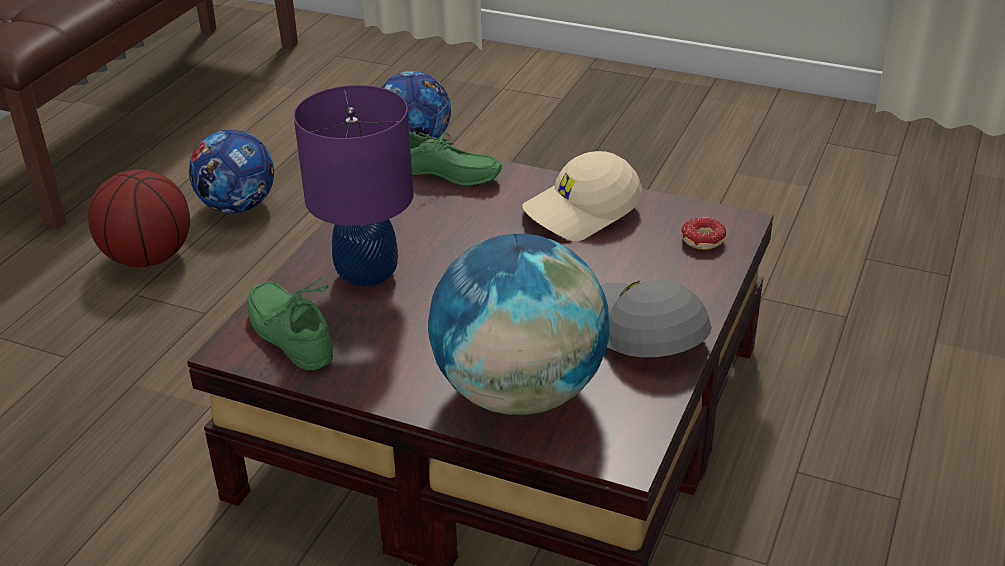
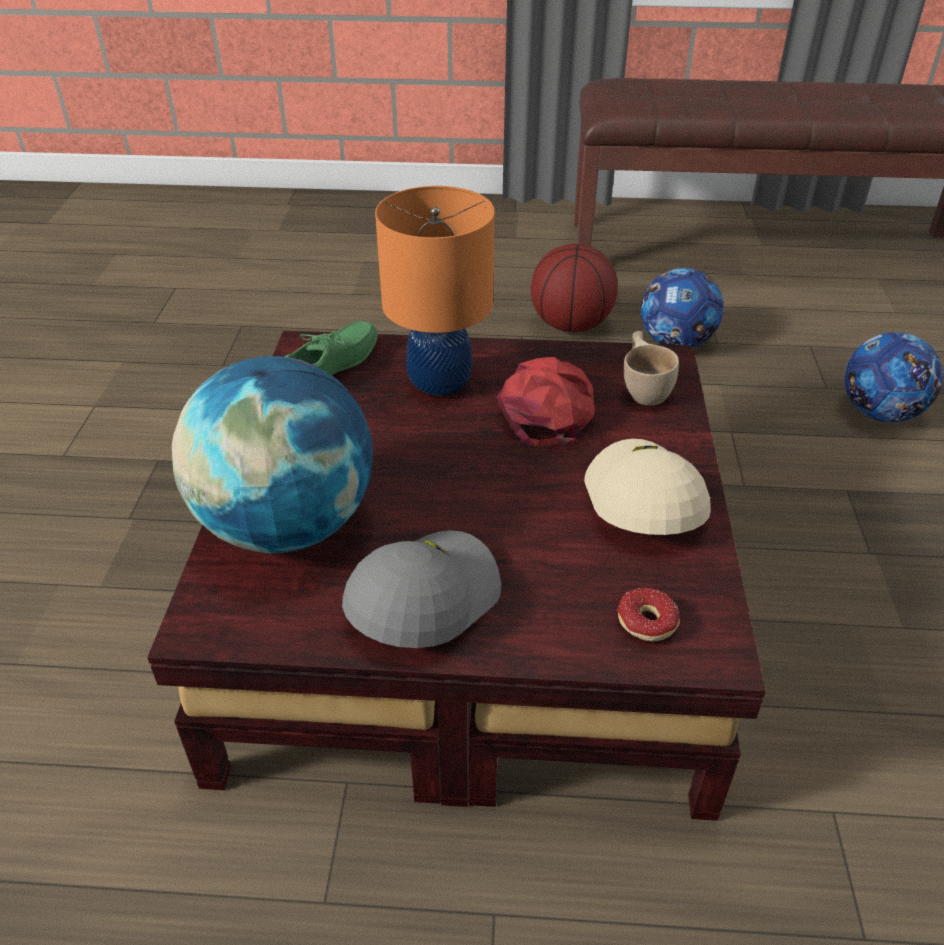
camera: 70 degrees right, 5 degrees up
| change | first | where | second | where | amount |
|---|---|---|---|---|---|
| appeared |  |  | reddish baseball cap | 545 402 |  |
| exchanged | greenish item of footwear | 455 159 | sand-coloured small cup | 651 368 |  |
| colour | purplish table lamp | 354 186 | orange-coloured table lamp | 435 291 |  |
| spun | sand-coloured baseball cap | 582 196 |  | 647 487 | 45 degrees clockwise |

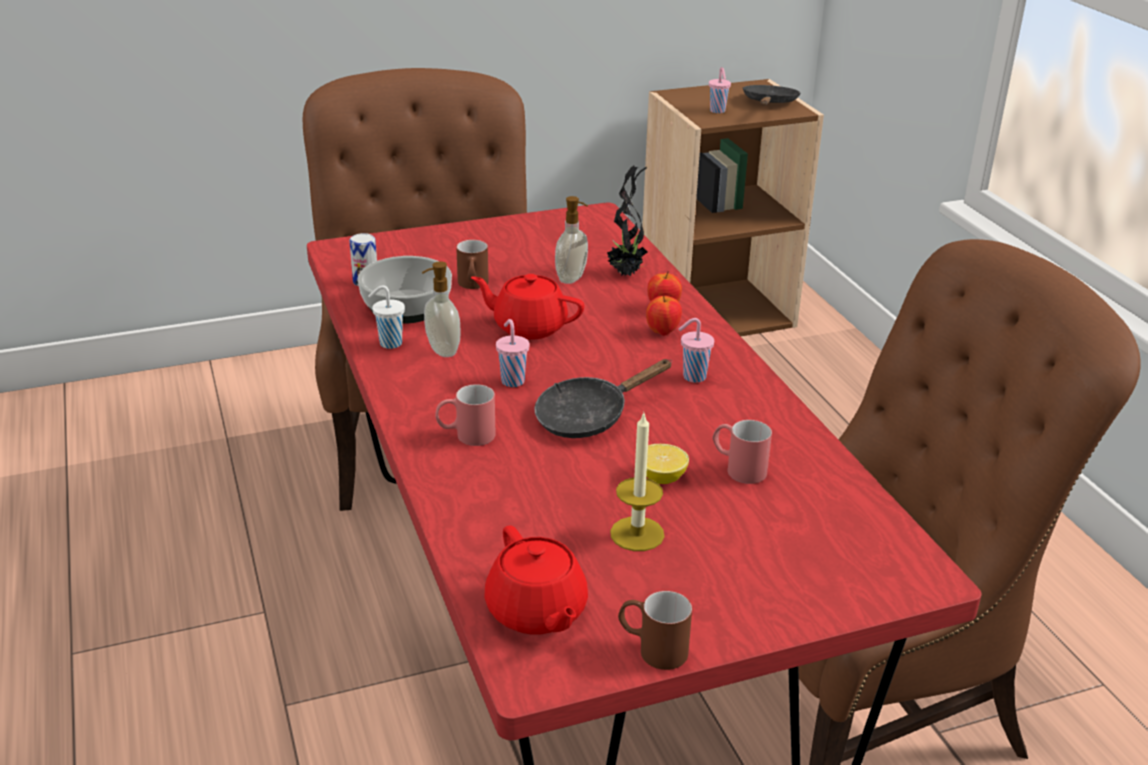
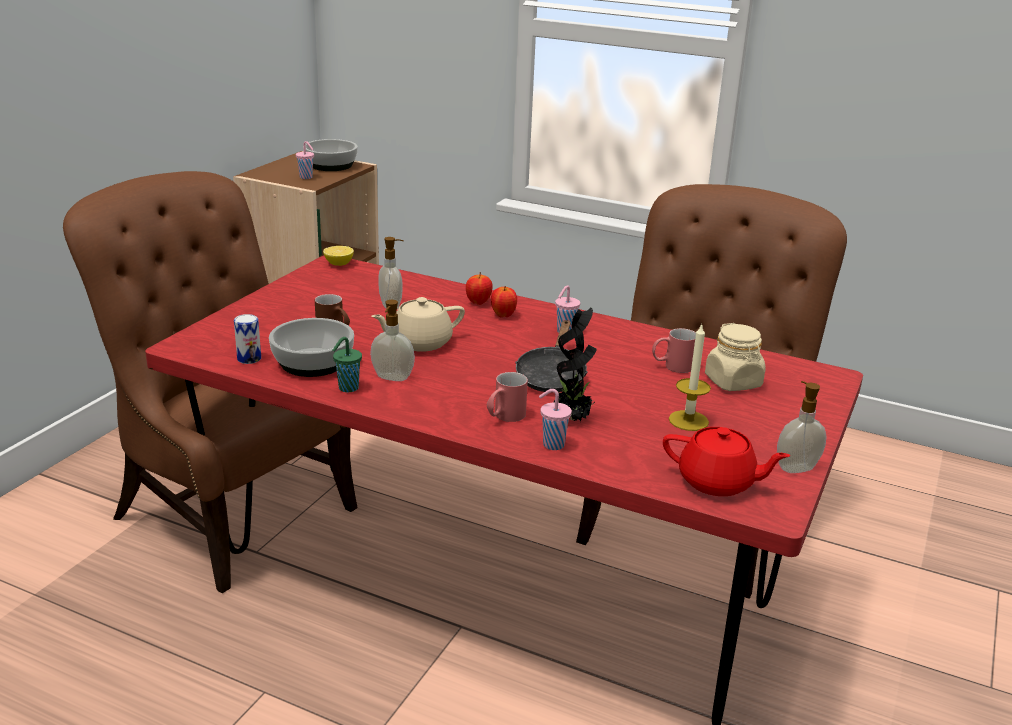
camera: 45 degrees left, 5 degrees down
| change | first | where | second | where | amount |
|---|---|---|---|---|---|
| appeared |  |  | sand-coloured preserve jar | 735 357 |  |
| relocated | pinkish small cup | 513 353 |  | 555 419 |  |
| relocated | houseplant | 627 220 |  | 575 365 |  |
| relocated | citrus fruit | 667 464 |  | 338 256 |  |
| exchanged | brown-coloured coffee mug | 655 630 | soap dispenser | 802 427 |  |
| exchanged | black-coloured pan | 771 95 | serving bowl | 330 155 |  |
| colour | white-coloured small cup | 386 317 | greenish small cup | 347 365 |  |
| colour | reddish pot for tea | 527 307 | sand-coloured pot for tea | 418 324 |  |

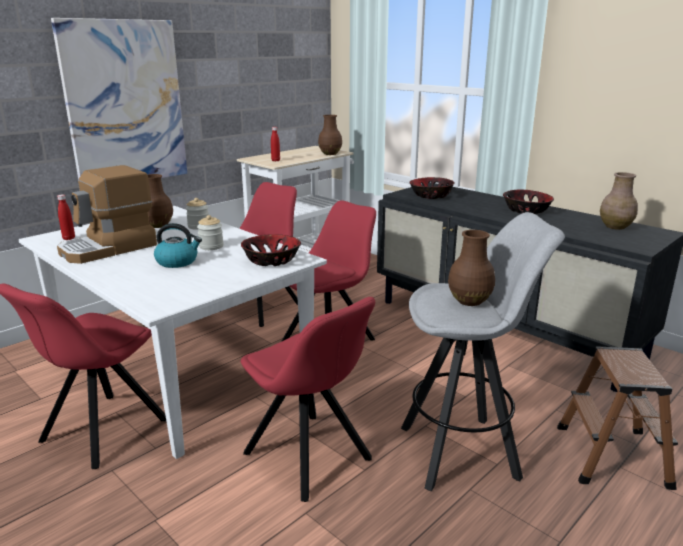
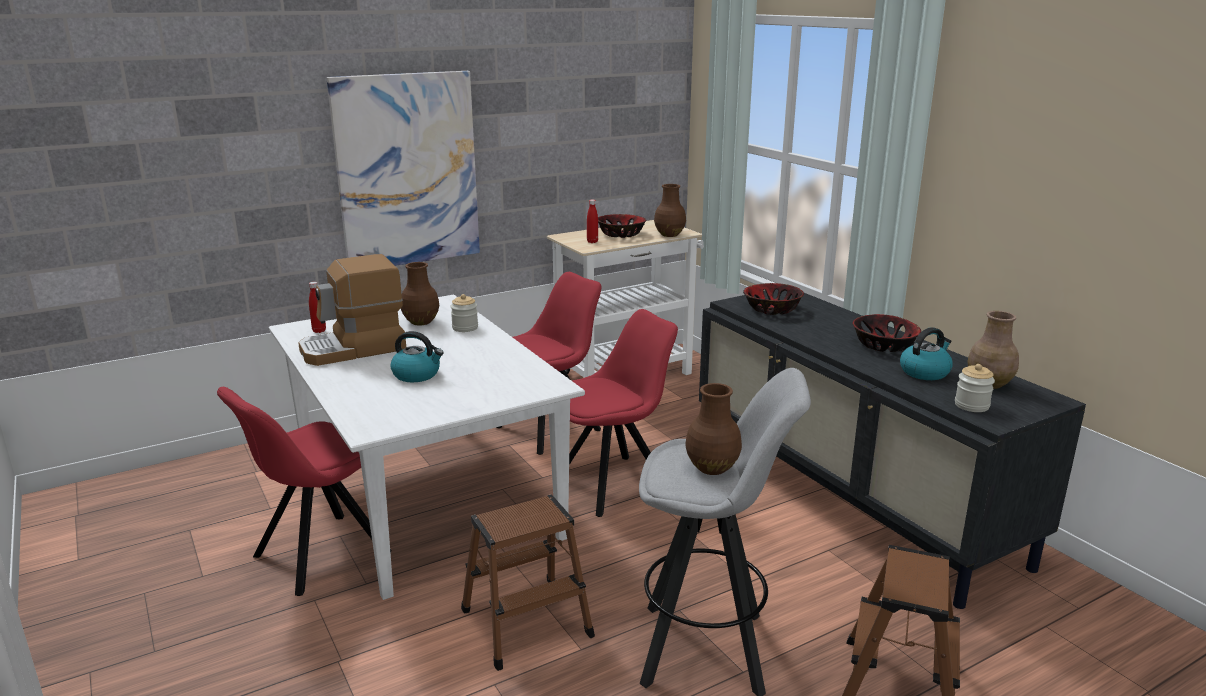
camera: 15 degrees right, 0 degrees up
| change | first | where | second | where | amount |
|---|---|---|---|---|---|
| appeared |  |  | water kettle | 926 353 |  |
| relocated | preserve jar | 210 232 |  | 975 388 |  |
| relocated | serving bowl | 271 250 |  | 622 226 |  |
| exchanged | reddish upright chair | 307 399 | brown-coloured step stool | 528 582 |  |

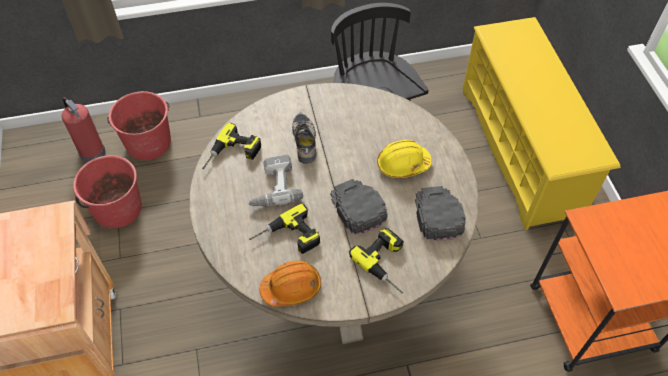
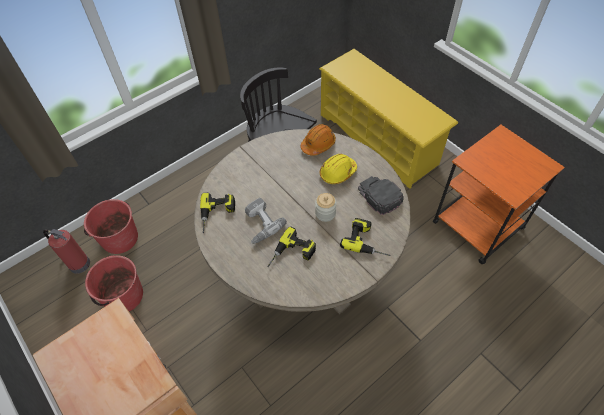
camera: 25 degrees left, 0 degrees up
| change | first | where | second | where | amount |
|---|---|---|---|---|---|
| missing | item of footwear | 304 138 |  |  |  |
| relocated | orange-coloured work helmet | 290 284 |  | 318 140 |  |
| exchanged | black-coloured baseball cap | 359 207 | preserve jar | 326 207 |  |

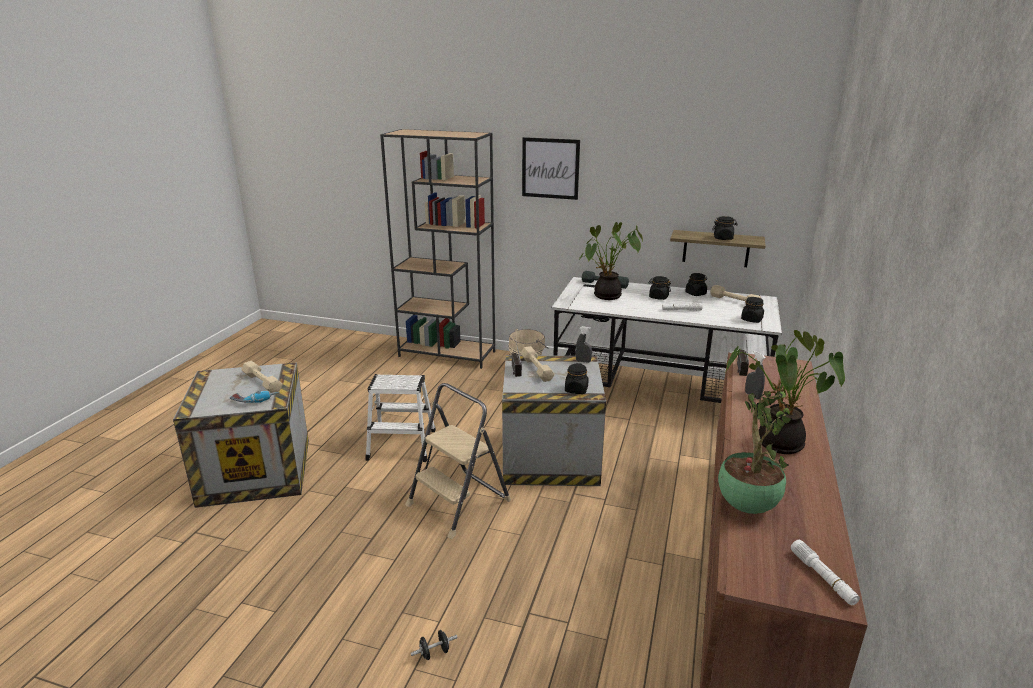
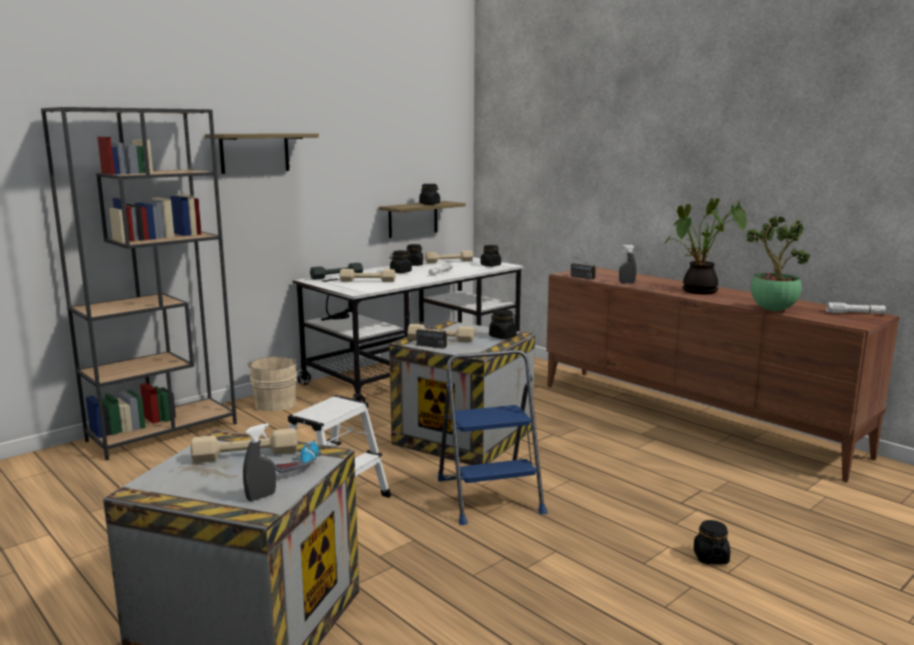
camera: 60 degrees left, 10 degrees down
| change | first | where | second | where | amount |
|---|---|---|---|---|---|
| relocated | gray spray bottle | 583 344 |  | 259 462 |  |
| exchanged | black-coloured hand weight | 434 645 | black-coloured preserve jar | 711 542 |  |
| exchanged | wall art | 551 168 | bracket shelf | 262 153 |  |
| exchanged | houseplant | 610 261 | sand-coloured hand weight | 367 275 |  |
| colour | sand-coloured step stool | 458 461 | blue step stool | 493 437 |  |

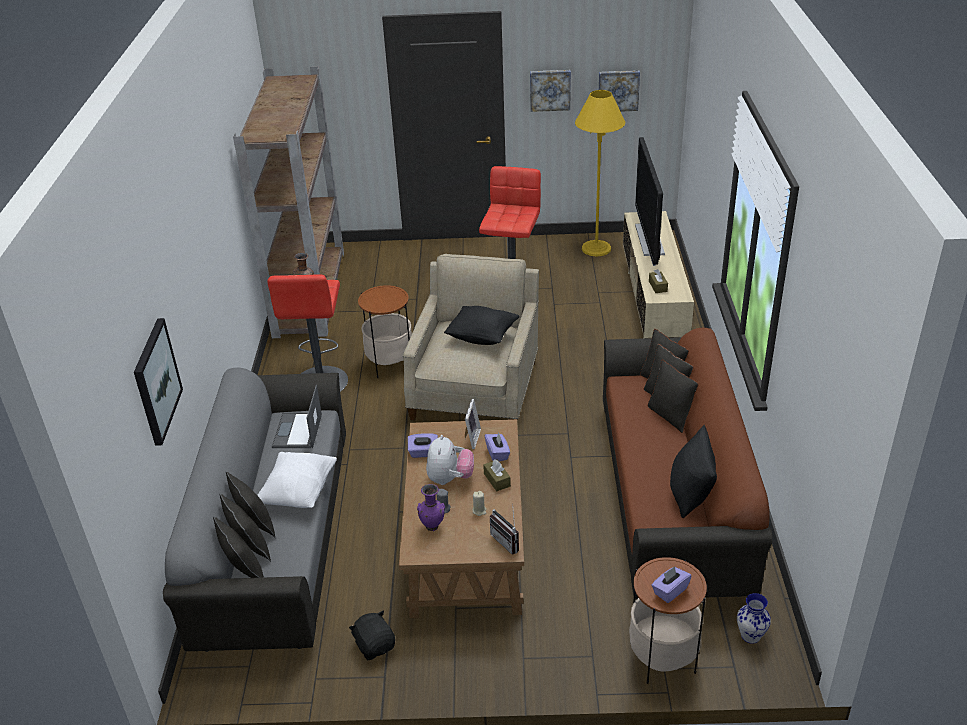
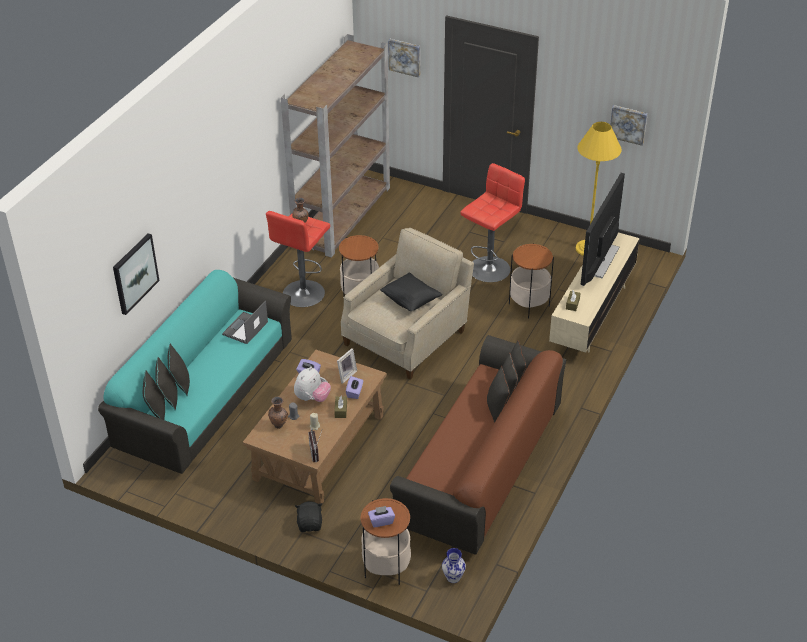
camera: 25 degrees right, 5 degrees up
| change | first | where | second | where | amount |
|---|---|---|---|---|---|
| missing | white-coloured cushion | 297 480 |  |  |  |
| missing | black-coloured cushion | 693 471 |  |  |  |
| appeared |  |  | end table | 531 281 |  |
| relocated | black-coloured plush toy | 372 635 |  | 308 516 |  |
| relocated | wall art | 550 91 |  | 404 58 |  |
| colour | gray settee | 254 510 | blue-green settee | 195 372 |  |
| colour | purplish vase | 431 507 | brown-coloured vase | 278 413 |  |

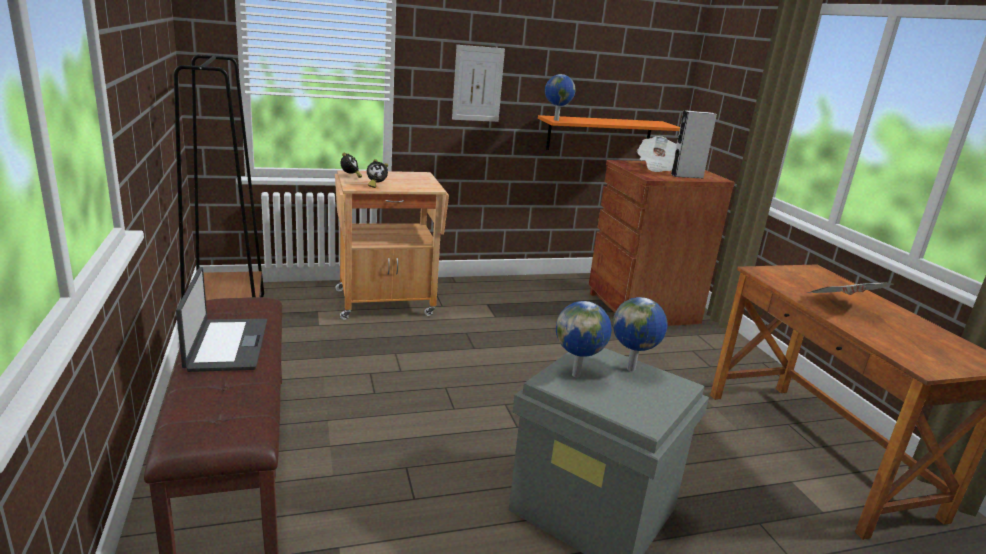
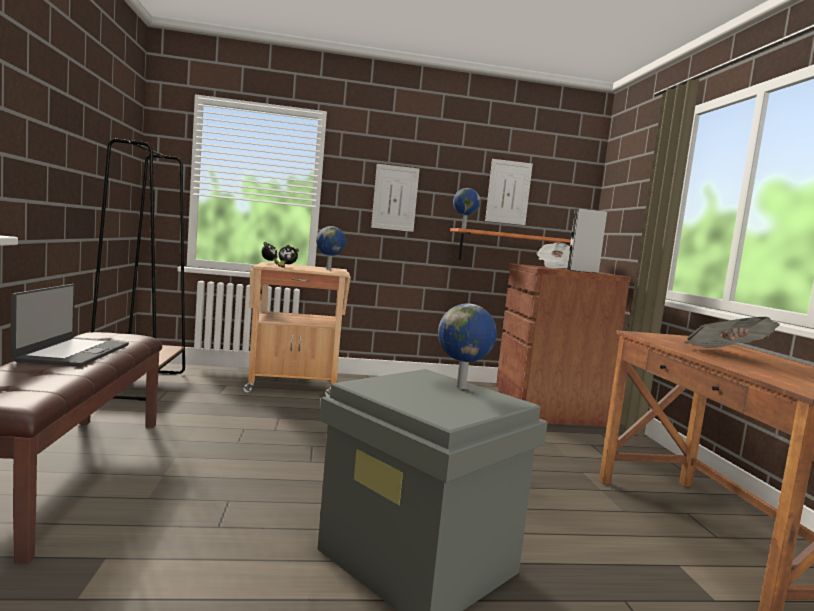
camera: 10 degrees right, 15 degrees down
| change | first | where | second | where | amount |
|---|---|---|---|---|---|
| appeared |  |  | wall art | 509 192 |  |
| relocated | desk globe | 583 339 |  | 331 248 |  |

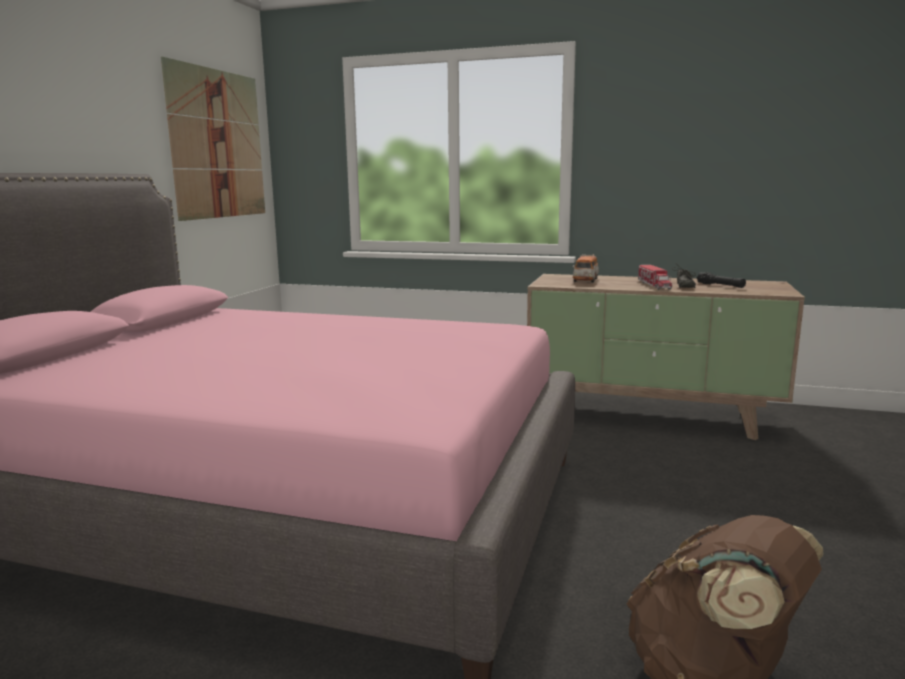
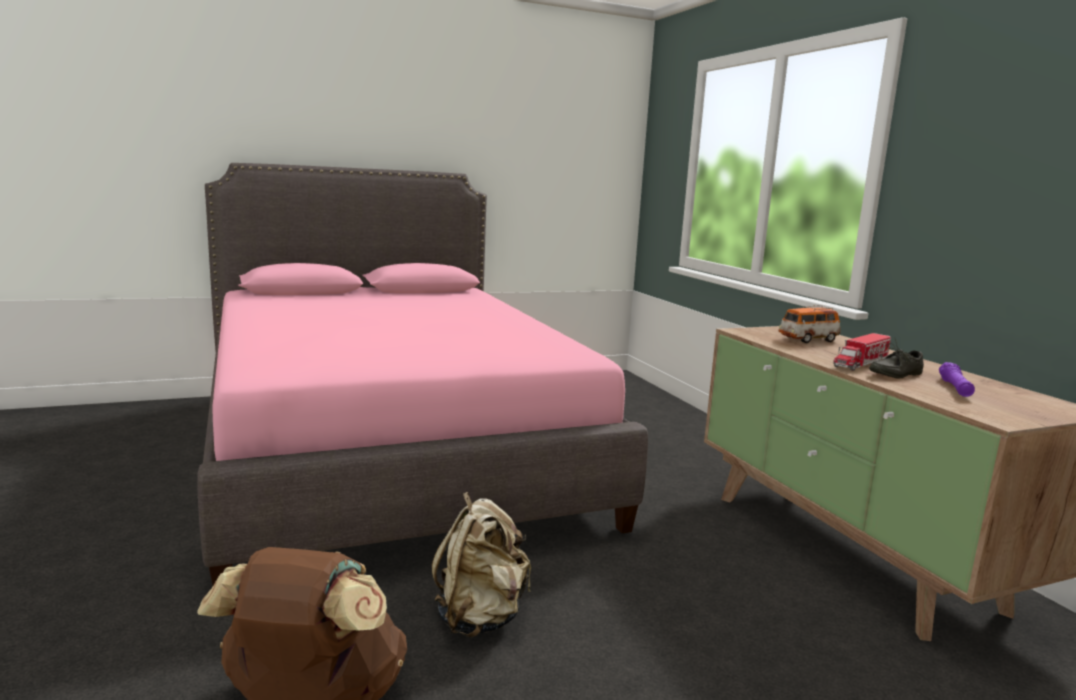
camera: 50 degrees right, 0 degrees up
| change | first | where | second | where | amount |
|---|---|---|---|---|---|
| missing | wall art | 213 139 |  |  |  |
| appeared |  |  | sand-coloured backpack | 481 565 |  |
| colour | black-coloured hand torch | 721 280 | purplish hand torch | 957 379 |  |

